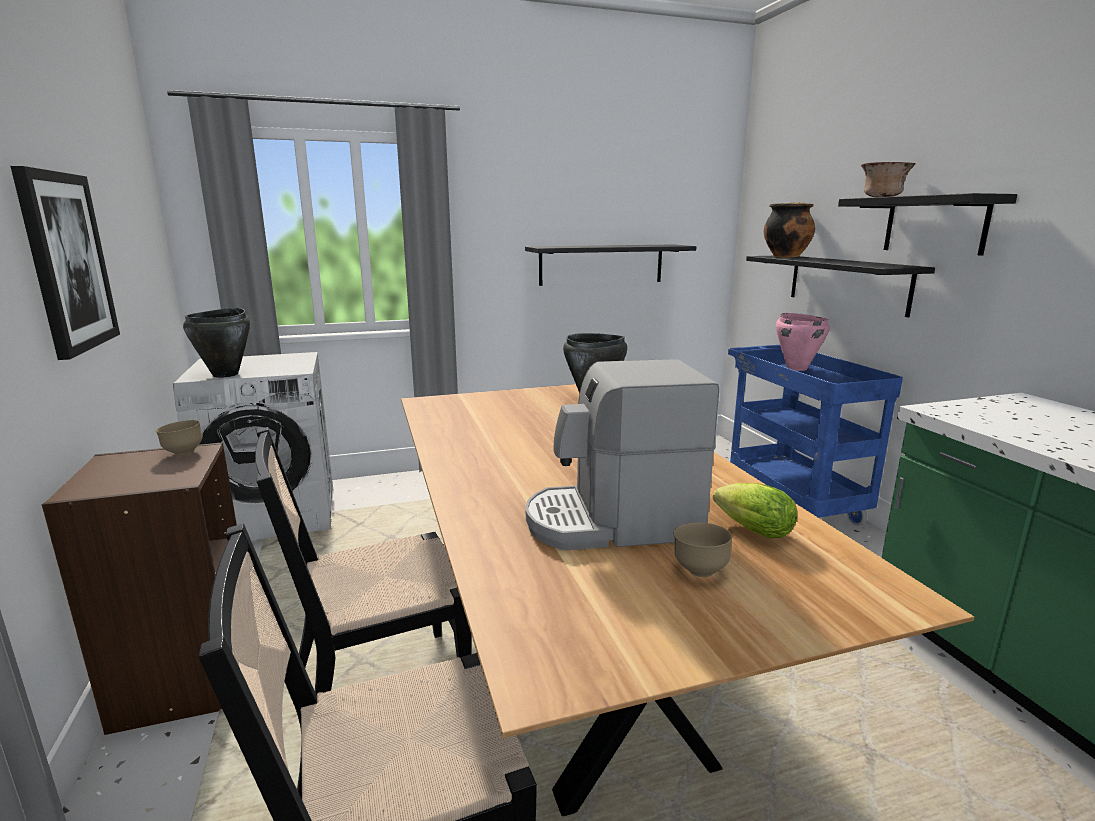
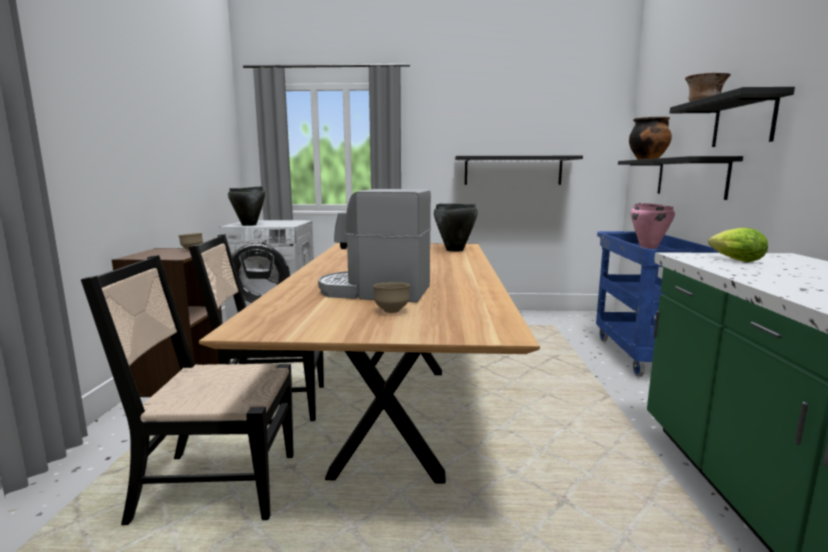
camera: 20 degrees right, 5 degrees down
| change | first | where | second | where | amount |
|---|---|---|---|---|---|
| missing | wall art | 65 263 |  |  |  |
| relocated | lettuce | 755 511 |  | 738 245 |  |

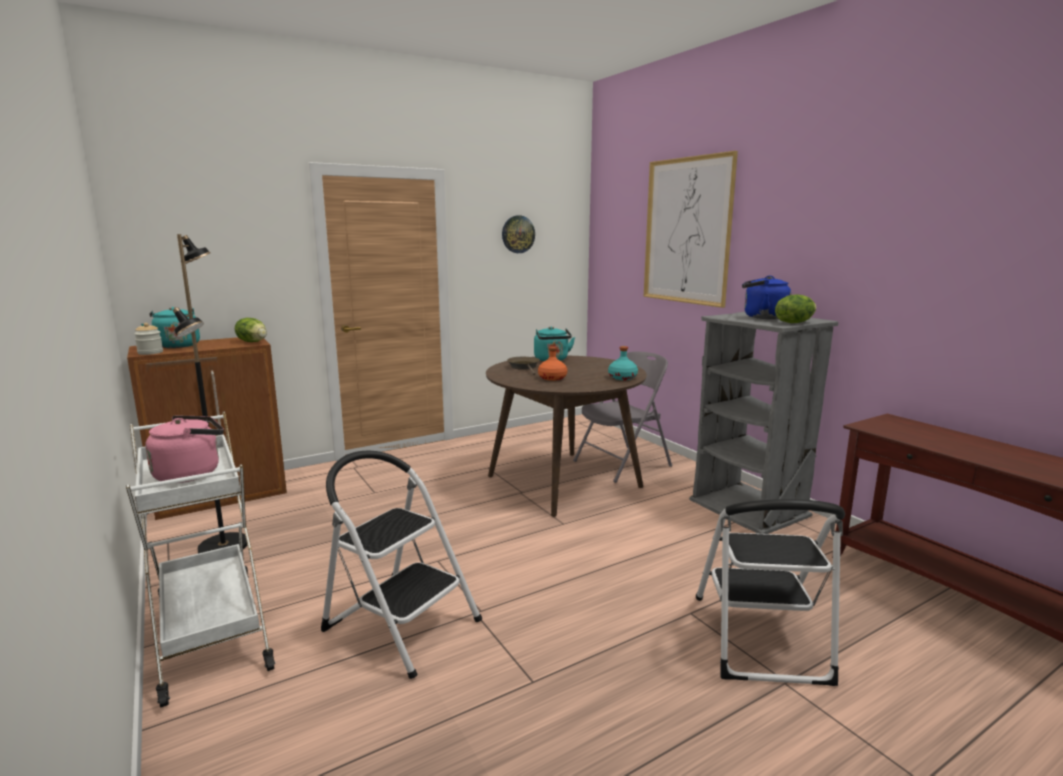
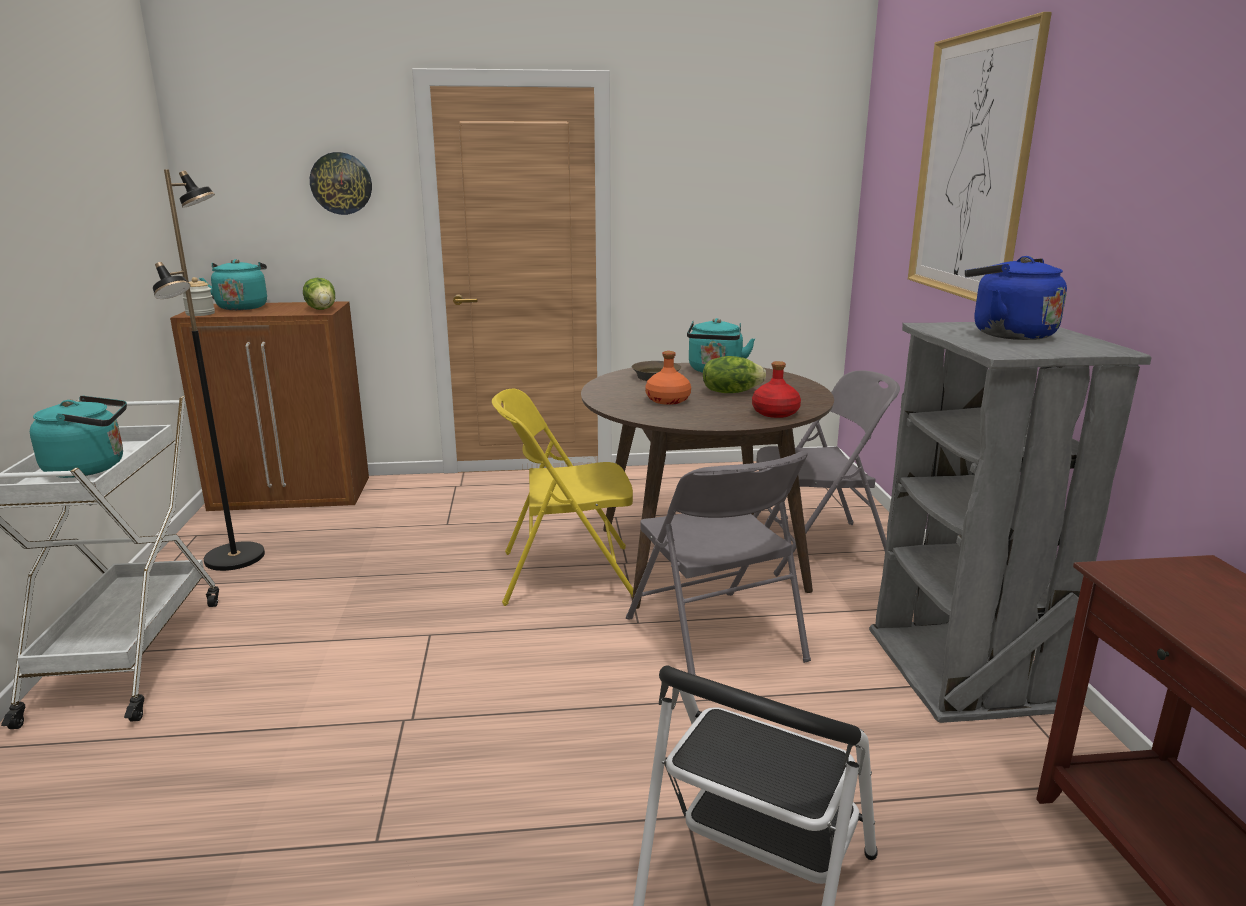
camera: 25 degrees right, 5 degrees up
| change | first | where | second | where | amount |
|---|---|---|---|---|---|
| missing | step stool | 401 565 |  |  |  |
| appeared |  |  | yellow upright chair | 562 497 |  |
| appeared |  |  | gray upright chair | 718 563 |  |
| relocated | hanging clock | 518 234 |  | 341 183 |  |
| relocated | lettuce | 795 309 |  | 734 374 |  |
| colour | pinkish water kettle | 184 449 | blue-green water kettle | 78 437 |  |
| colour | blue-green drink bottle | 623 363 | reddish drink bottle | 776 389 |  |

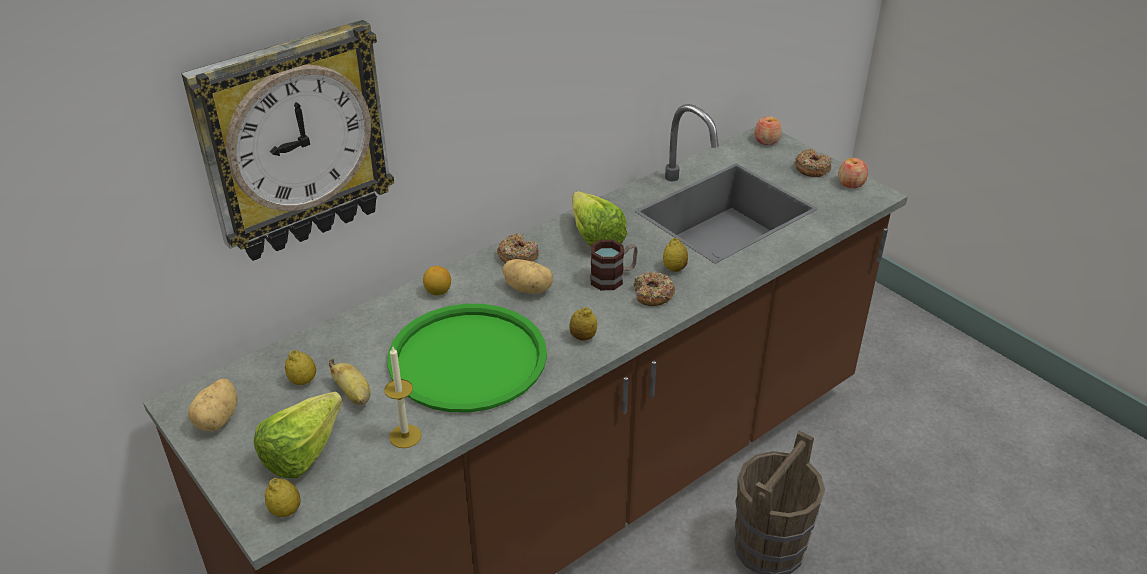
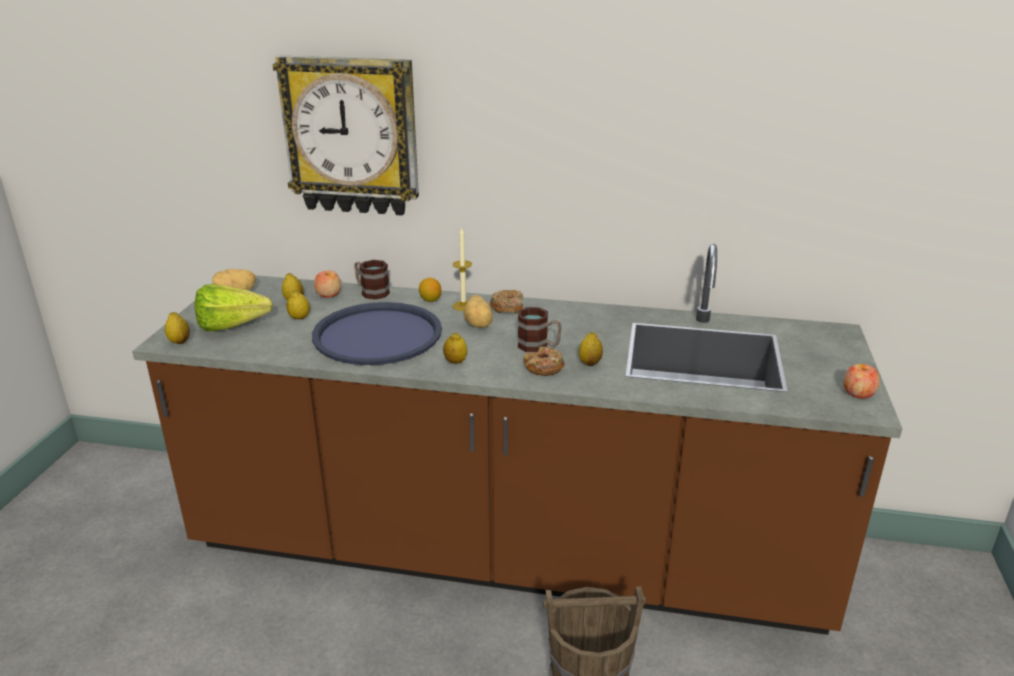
camera: 50 degrees right, 10 degrees down
| change | first | where | second | where | amount |
|---|---|---|---|---|---|
| missing | lettuce | 599 219 |  |  |  |
| missing | donut | 813 163 |  |  |  |
| appeared |  |  | coffee mug | 372 280 |  |
| relocated | candle | 403 396 |  | 462 269 |  |
| relocated | apple fruit | 768 130 |  | 327 284 |  |
| exchanged | banana | 350 382 | citrus fruit | 298 305 |  |
| colour | greenish carrying tray | 467 358 | blue carrying tray | 377 333 |  |

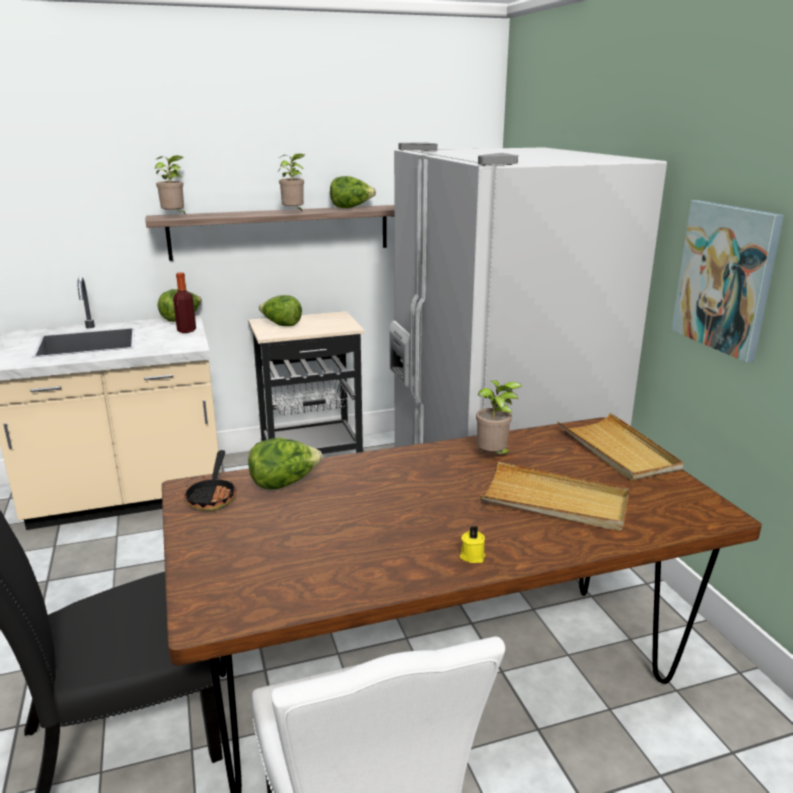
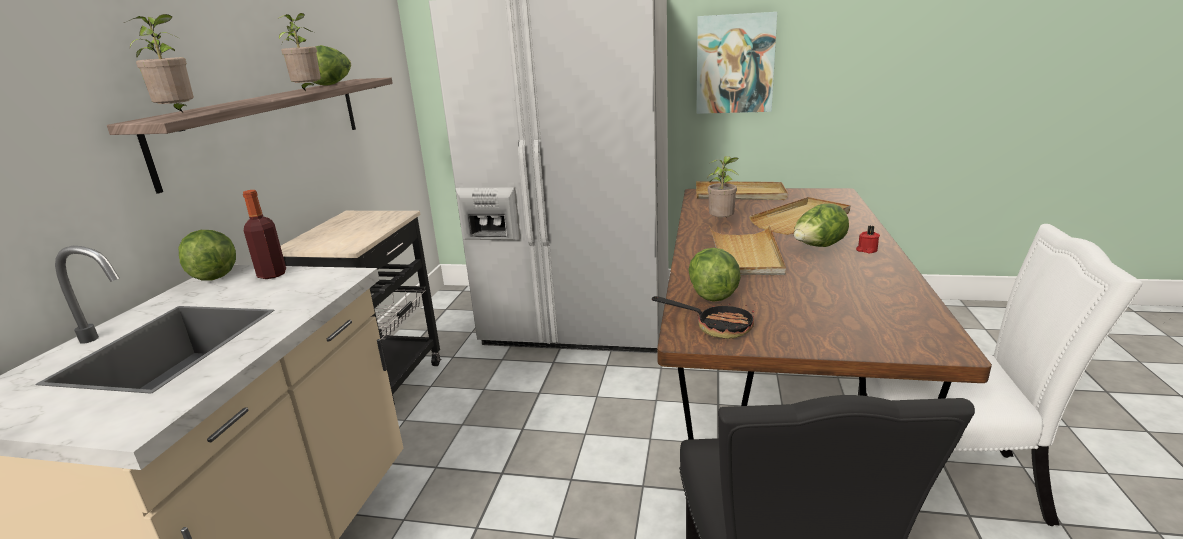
camera: 60 degrees left, 0 degrees up
| change | first | where | second | where | amount |
|---|---|---|---|---|---|
| appeared |  |  | sand-coloured carrying tray | 747 250 |  |
| relocated | lettuce | 280 310 |  | 821 225 |  |
| colour | yellow candle | 472 544 | reddish candle | 868 239 |  |

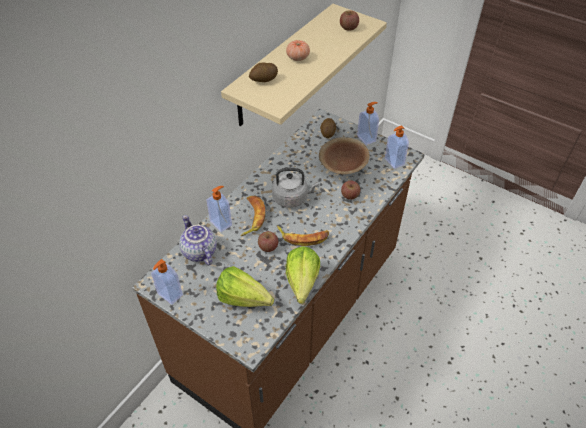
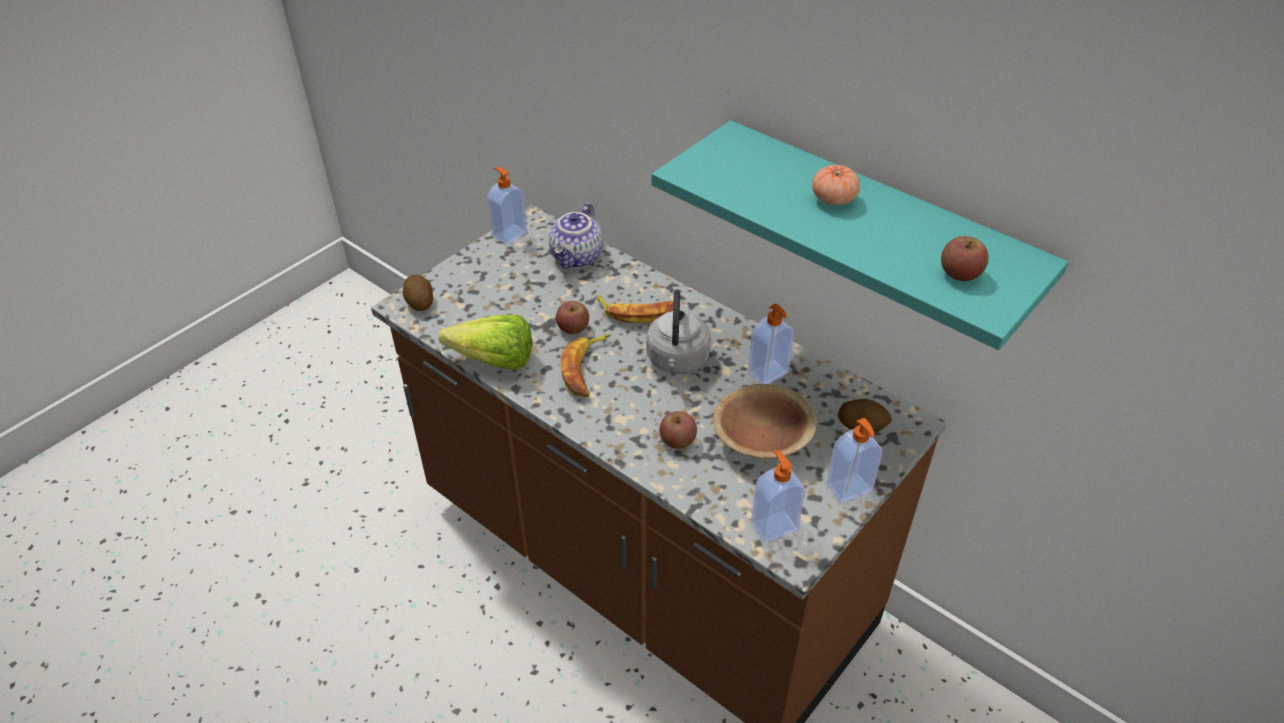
camera: 95 degrees right, 5 degrees down
| change | first | where | second | where | amount |
|---|---|---|---|---|---|
| missing | lettuce | 245 286 |  |  |  |
| relocated | soap dispenser | 219 209 |  | 771 343 |  |
| relocated | spud | 263 72 |  | 418 293 |  |
| colour | sand-coloured bracket shelf | 304 65 | blue-green bracket shelf | 860 235 |  |
| spun | pot for tea | 198 240 |  | 576 235 | 135 degrees clockwise |

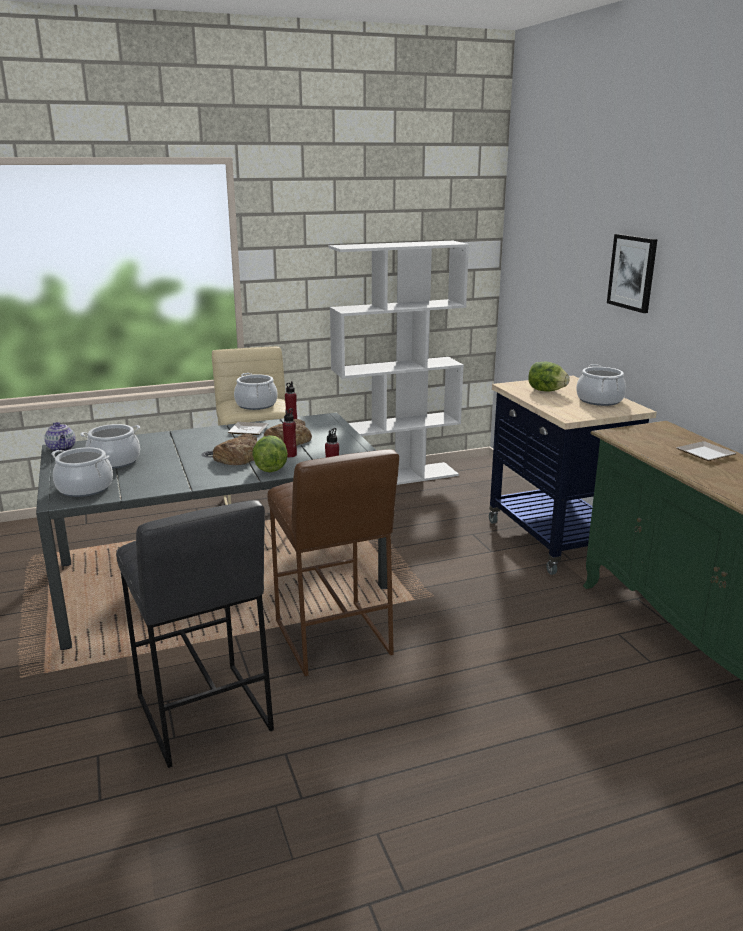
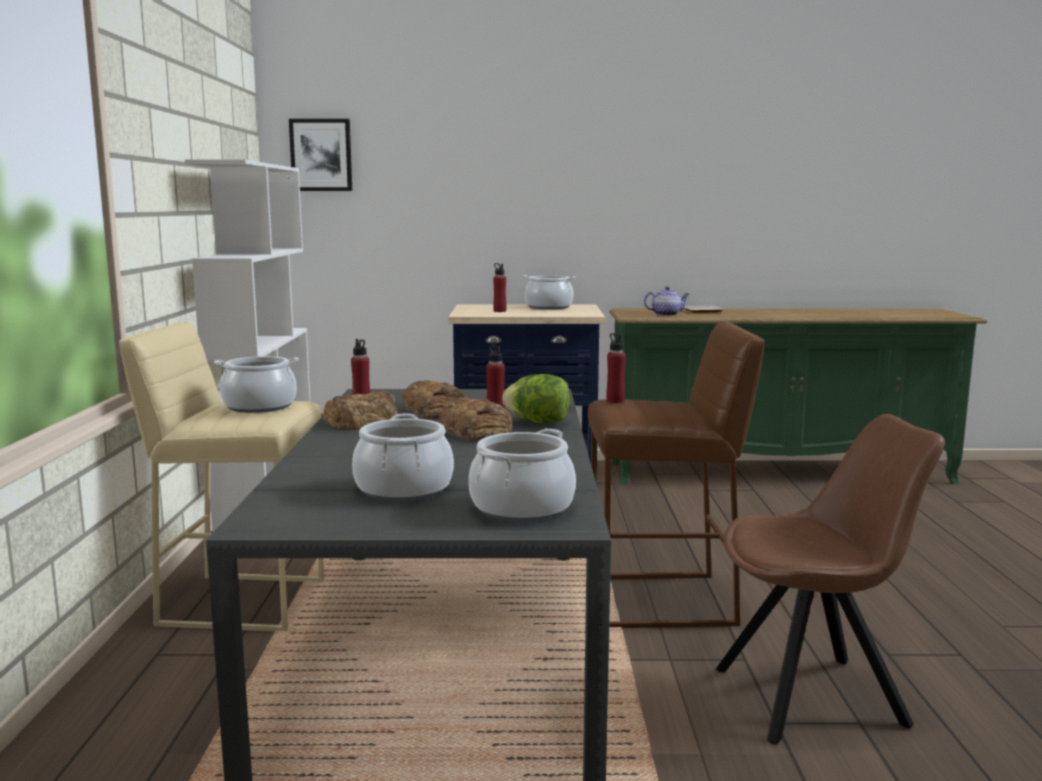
camera: 70 degrees left, 10 degrees down
| change | first | where | second | where | amount |
|---|---|---|---|---|---|
| relocated | pot for tea | 60 436 |  | 666 301 |  |
| relocated | wall art | 632 273 |  | 320 155 |  |
| exchanged | gray stool seat | 195 634 | brown-coloured upright chair | 830 579 |  |
| exchanged | plate | 248 428 | bakery bread | 360 410 |  |
| exchanged | lettuce | 549 376 | reddish drink bottle | 499 287 |  |

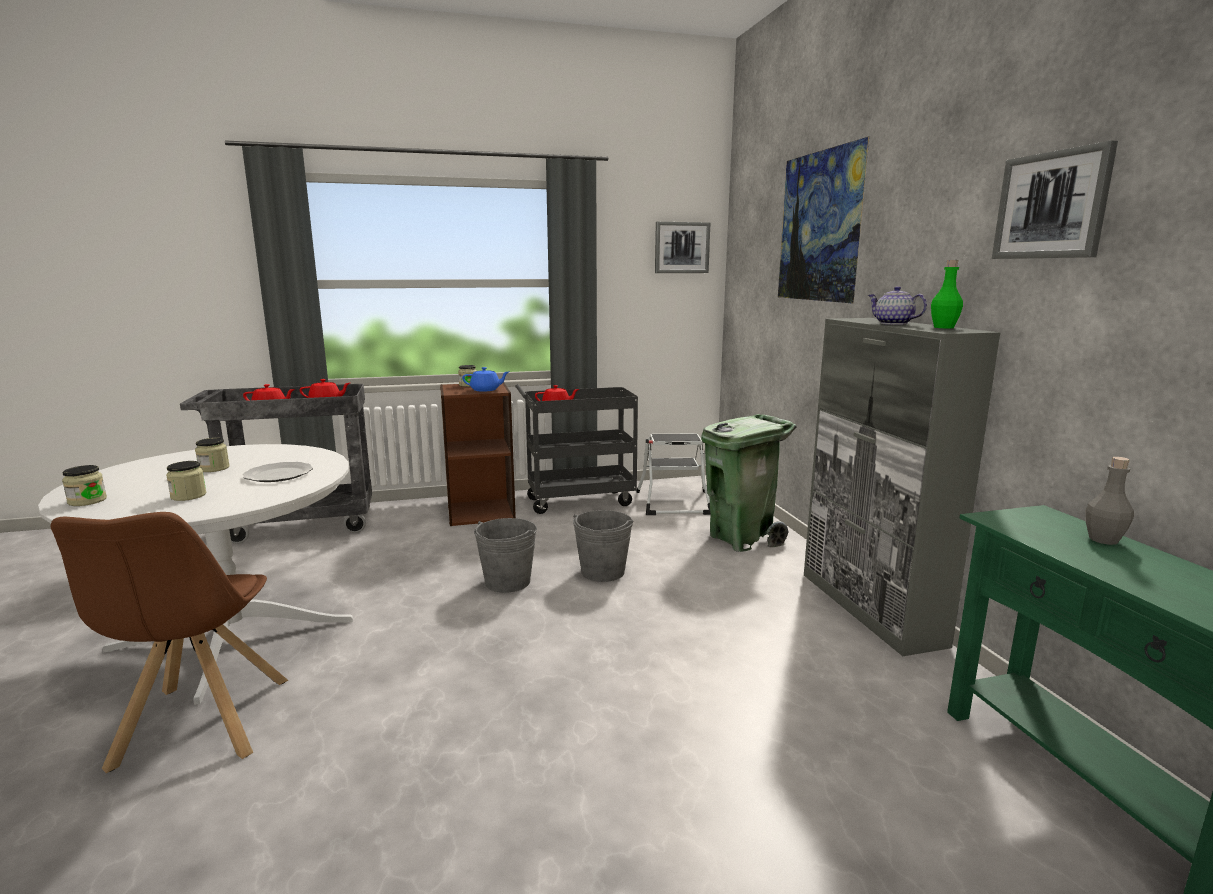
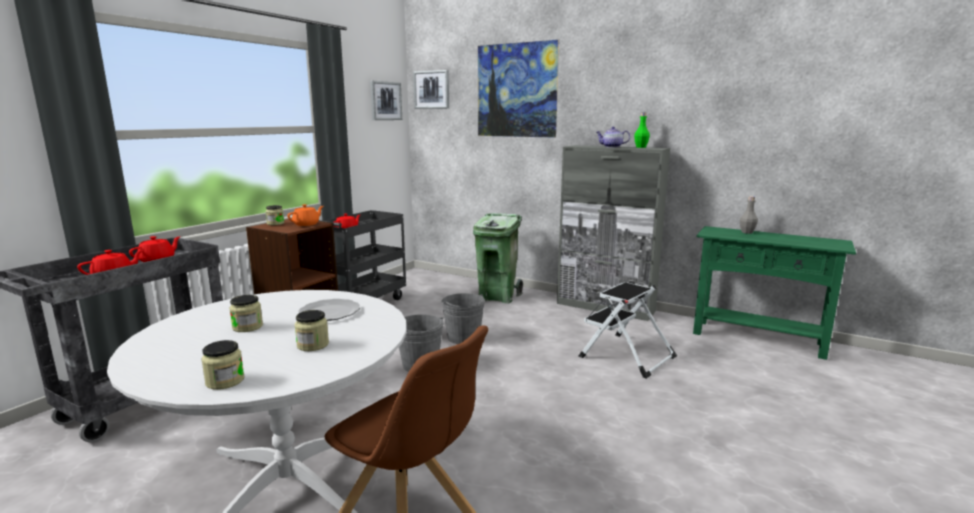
camera: 45 degrees left, 0 degrees up
| change | first | where | second | where | amount |
|---|---|---|---|---|---|
| relocated | step stool | 673 474 |  | 627 330 |  |
| relocated | wall art | 1055 200 |  | 431 89 |  |
| colour | blue pot for tea | 485 379 | orange-coloured pot for tea | 305 215 |  |

